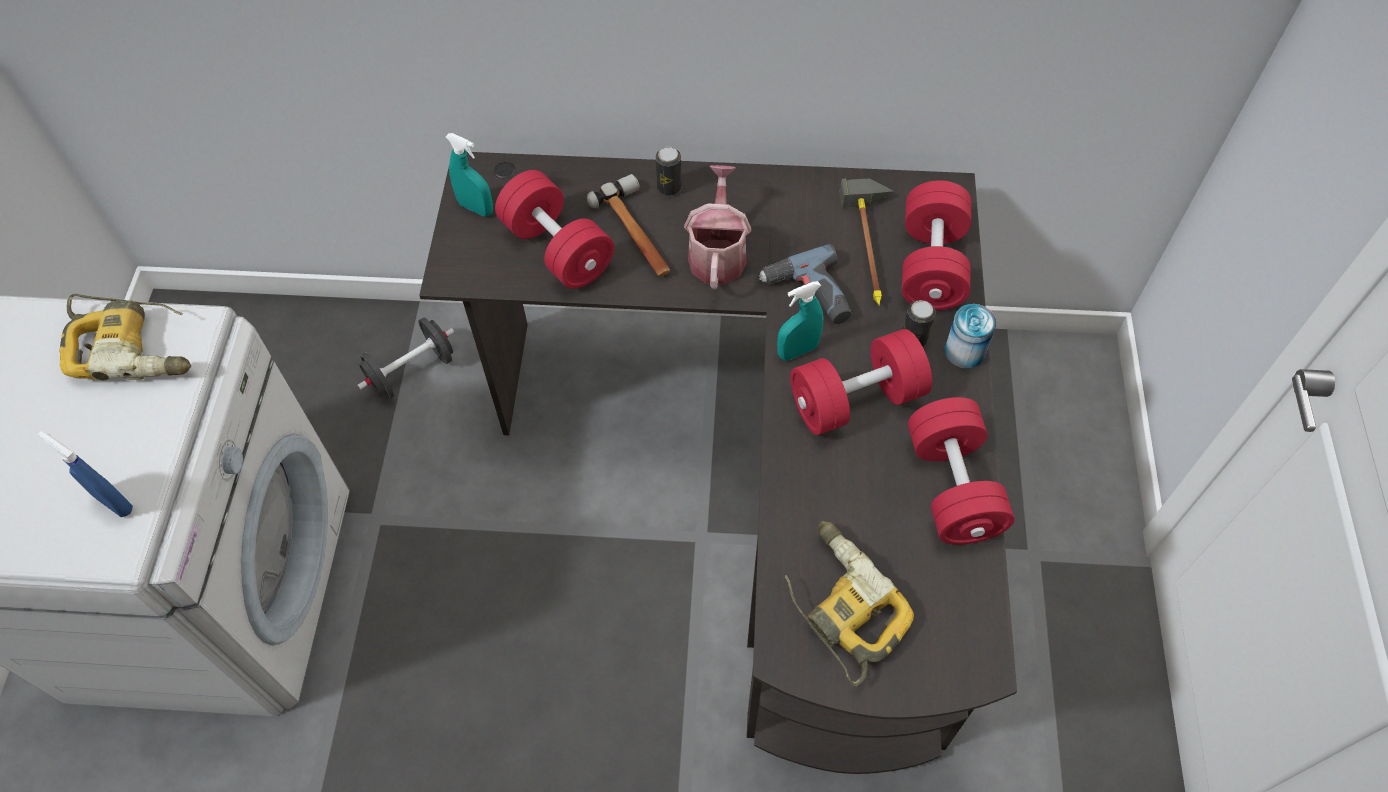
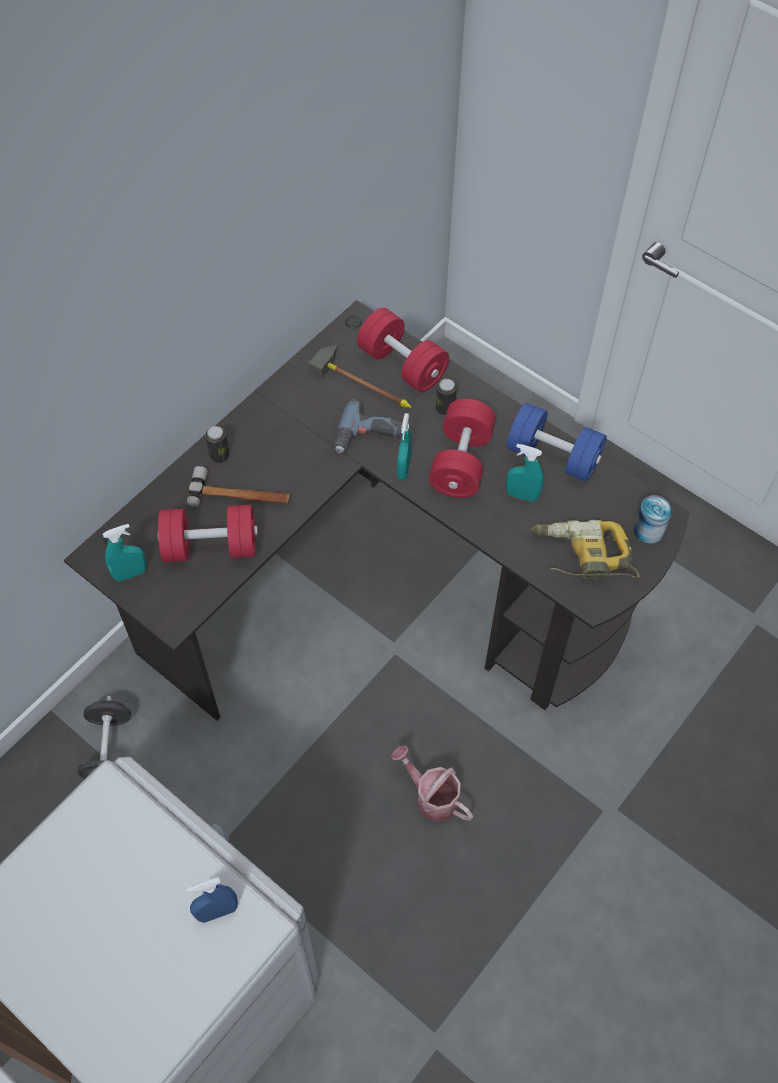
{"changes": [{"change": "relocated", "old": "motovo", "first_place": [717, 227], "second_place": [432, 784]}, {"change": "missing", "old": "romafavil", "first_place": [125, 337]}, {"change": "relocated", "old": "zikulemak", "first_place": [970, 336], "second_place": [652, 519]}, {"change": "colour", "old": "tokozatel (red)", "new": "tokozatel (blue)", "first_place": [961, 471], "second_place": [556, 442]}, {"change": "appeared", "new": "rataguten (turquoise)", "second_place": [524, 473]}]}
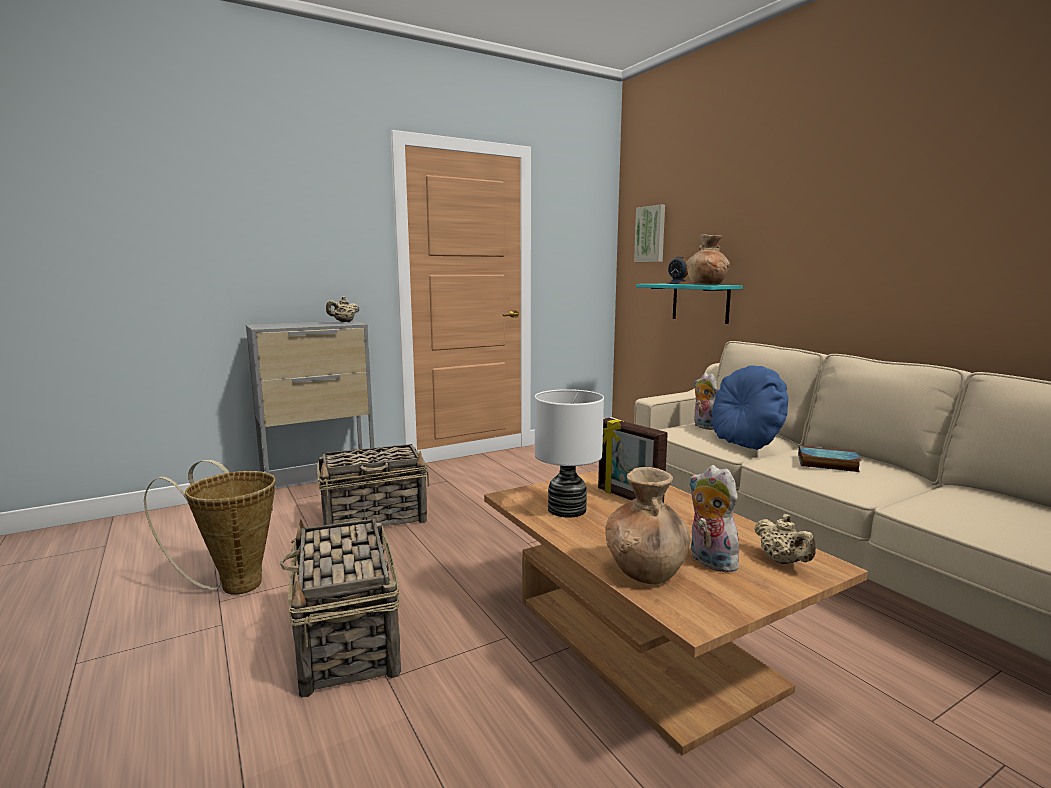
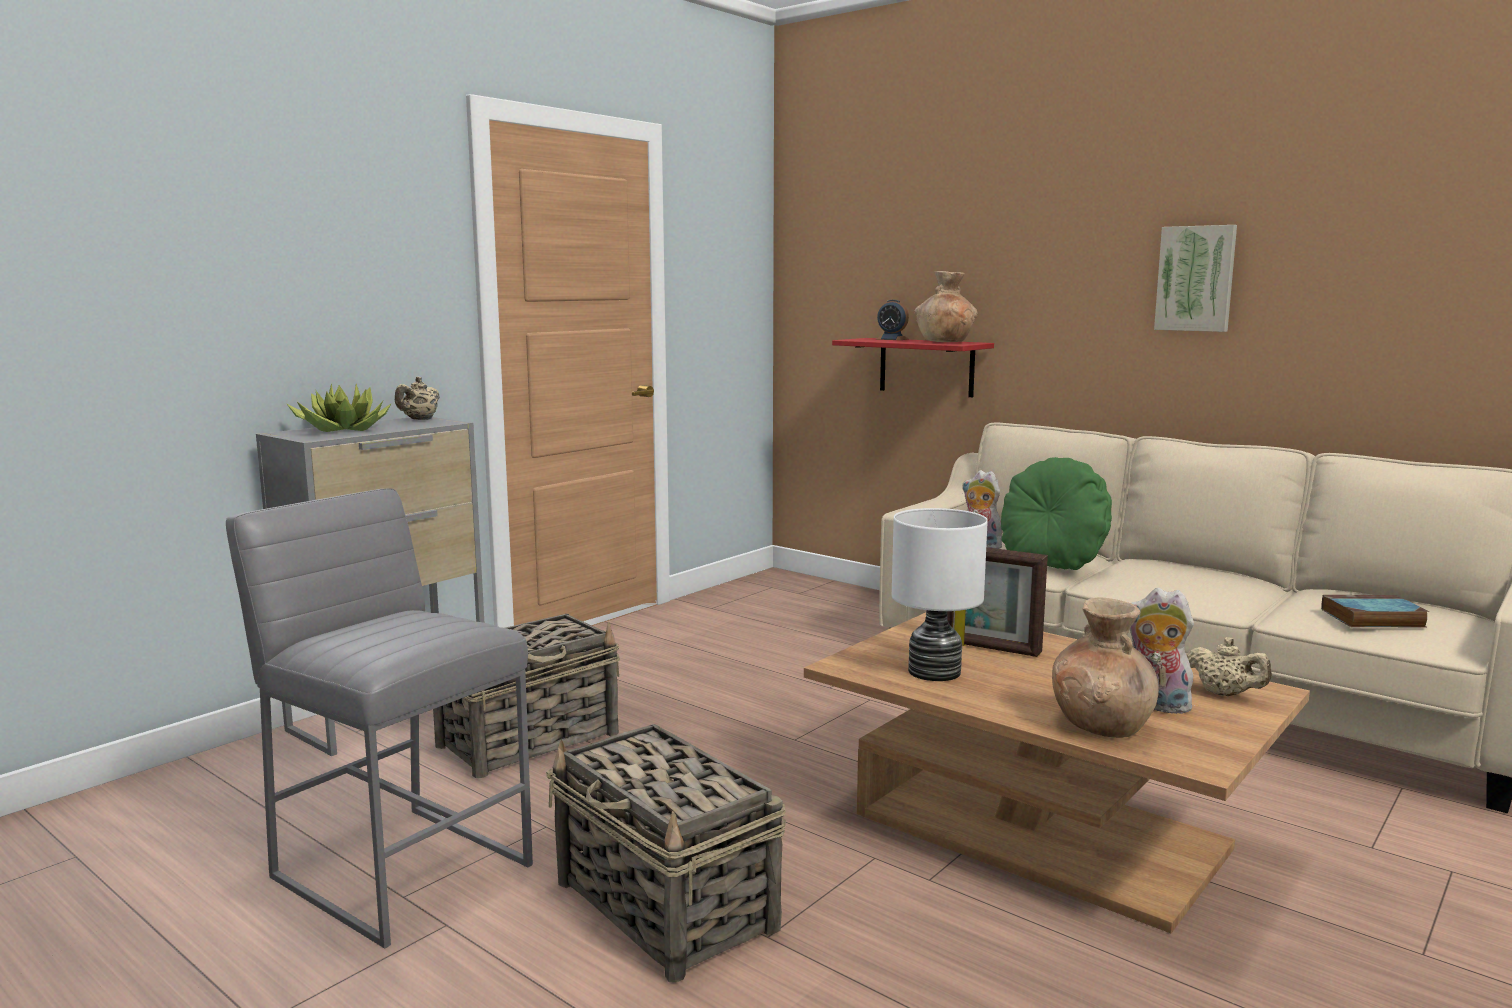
{"changes": [{"change": "relocated", "old": "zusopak", "first_place": [649, 233], "second_place": [1195, 278]}, {"change": "colour", "old": "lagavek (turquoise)", "new": "lagavek (red)", "first_place": [689, 304], "second_place": [913, 367]}, {"change": "colour", "old": "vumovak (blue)", "new": "vumovak (green)", "first_place": [750, 408], "second_place": [1056, 513]}, {"change": "relocated", "old": "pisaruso", "first_place": [829, 458], "second_place": [1375, 611]}, {"change": "exchanged", "old": "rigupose", "new": "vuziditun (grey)", "first_place": [210, 527], "second_place": [379, 718]}, {"change": "appeared", "new": "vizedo", "second_place": [339, 407]}]}
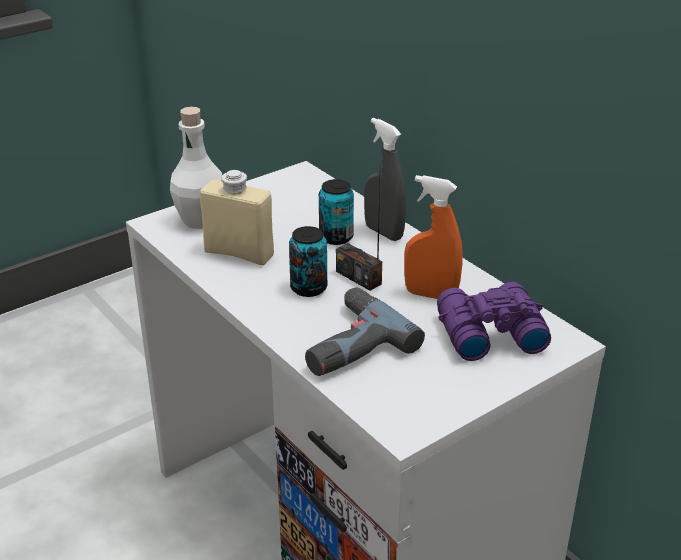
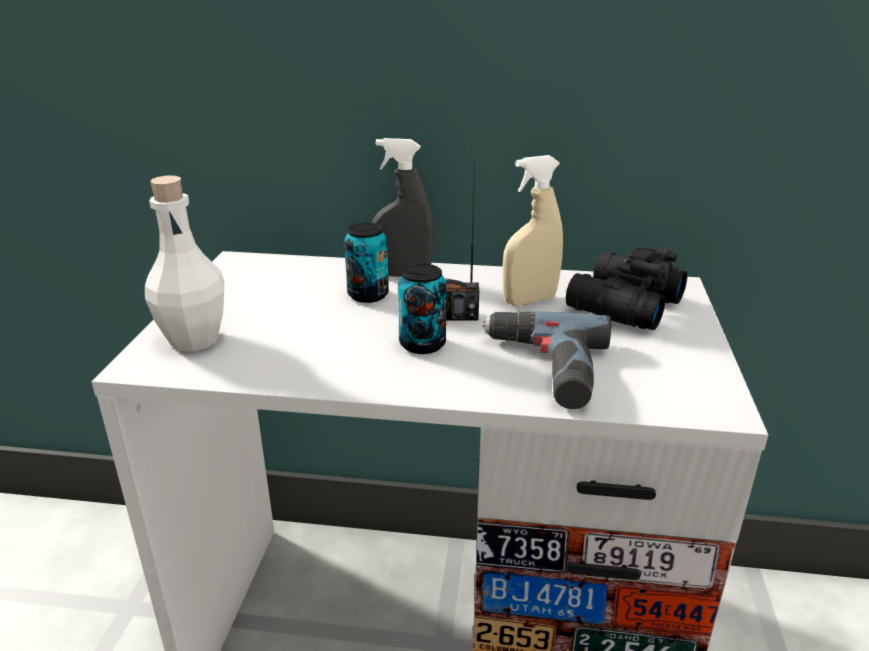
{"changes": [{"change": "missing", "old": "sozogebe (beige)", "first_place": [236, 217]}, {"change": "colour", "old": "rataguten (orange)", "new": "rataguten (beige)", "first_place": [433, 237], "second_place": [532, 230]}, {"change": "colour", "old": "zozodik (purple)", "new": "zozodik (black)", "first_place": [494, 321], "second_place": [627, 288]}]}
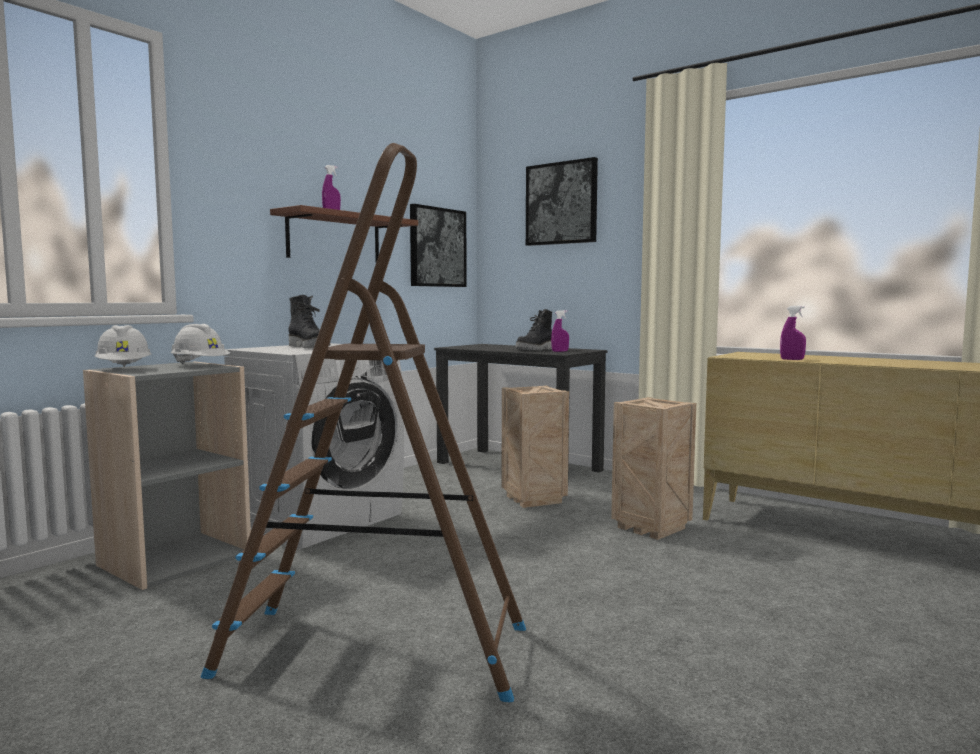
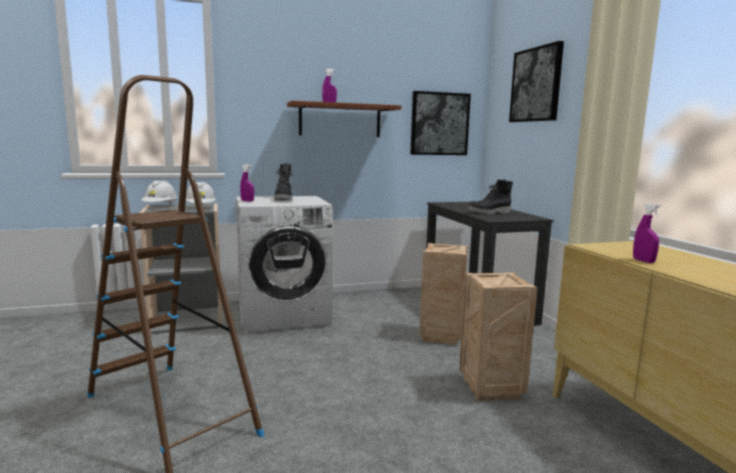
{"changes": [{"change": "relocated", "old": "rataguten (purple)", "first_place": [560, 331], "second_place": [247, 183]}]}
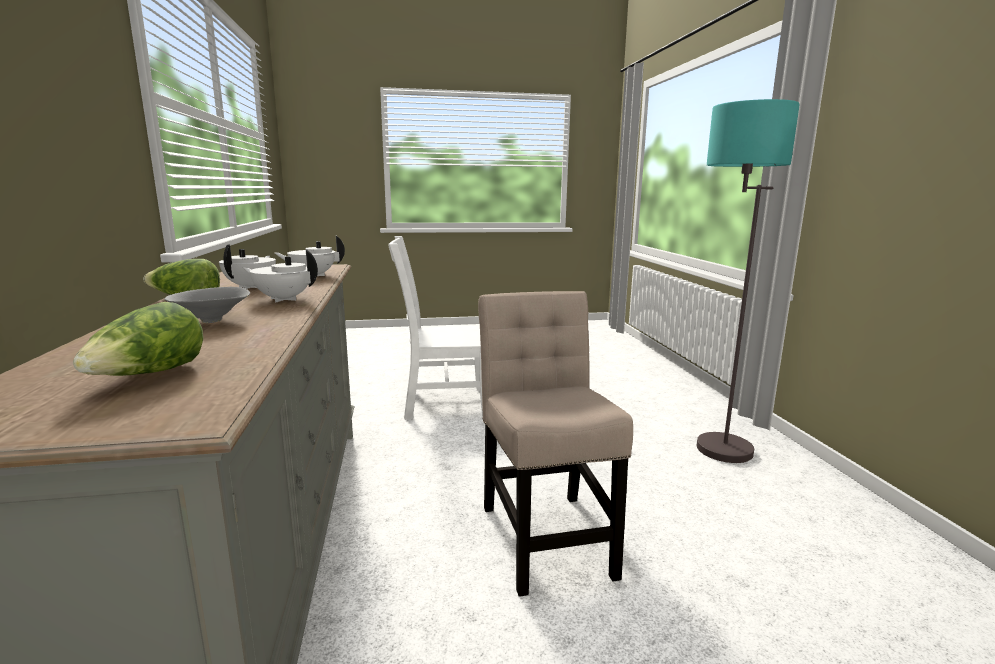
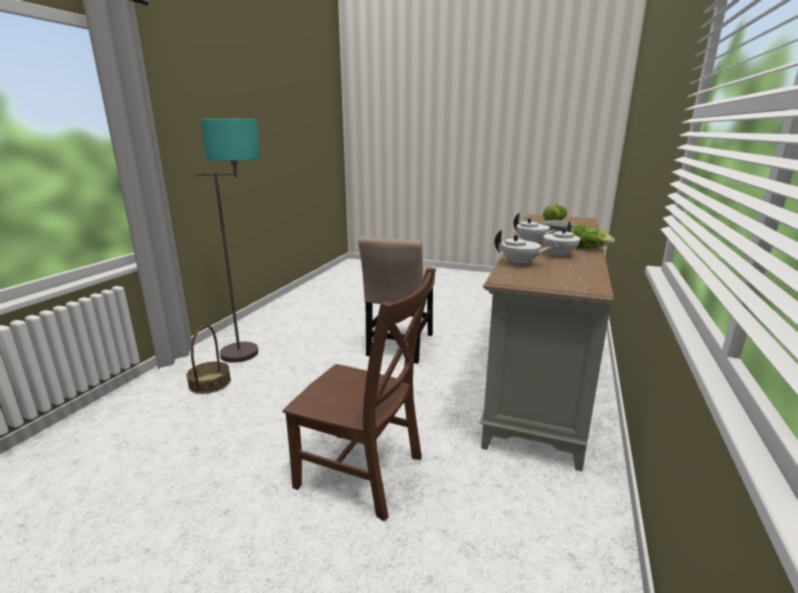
{"changes": [{"change": "colour", "old": "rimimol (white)", "new": "rimimol (brown)", "first_place": [435, 328], "second_place": [359, 394]}, {"change": "appeared", "new": "rigupose", "second_place": [208, 359]}]}
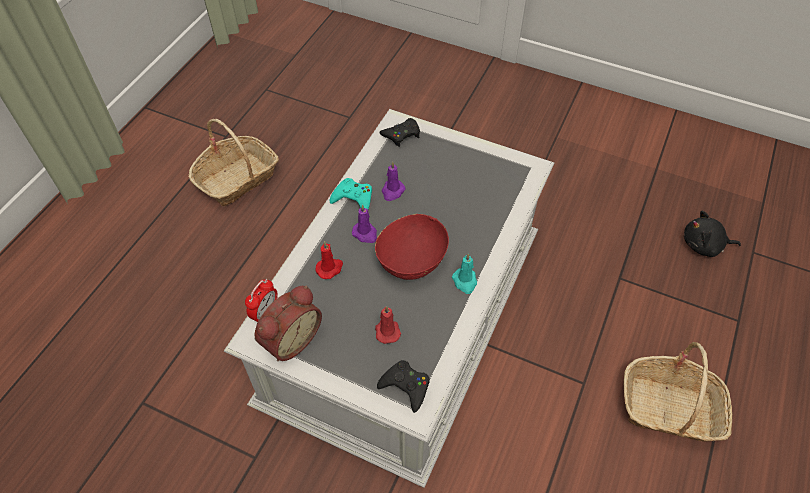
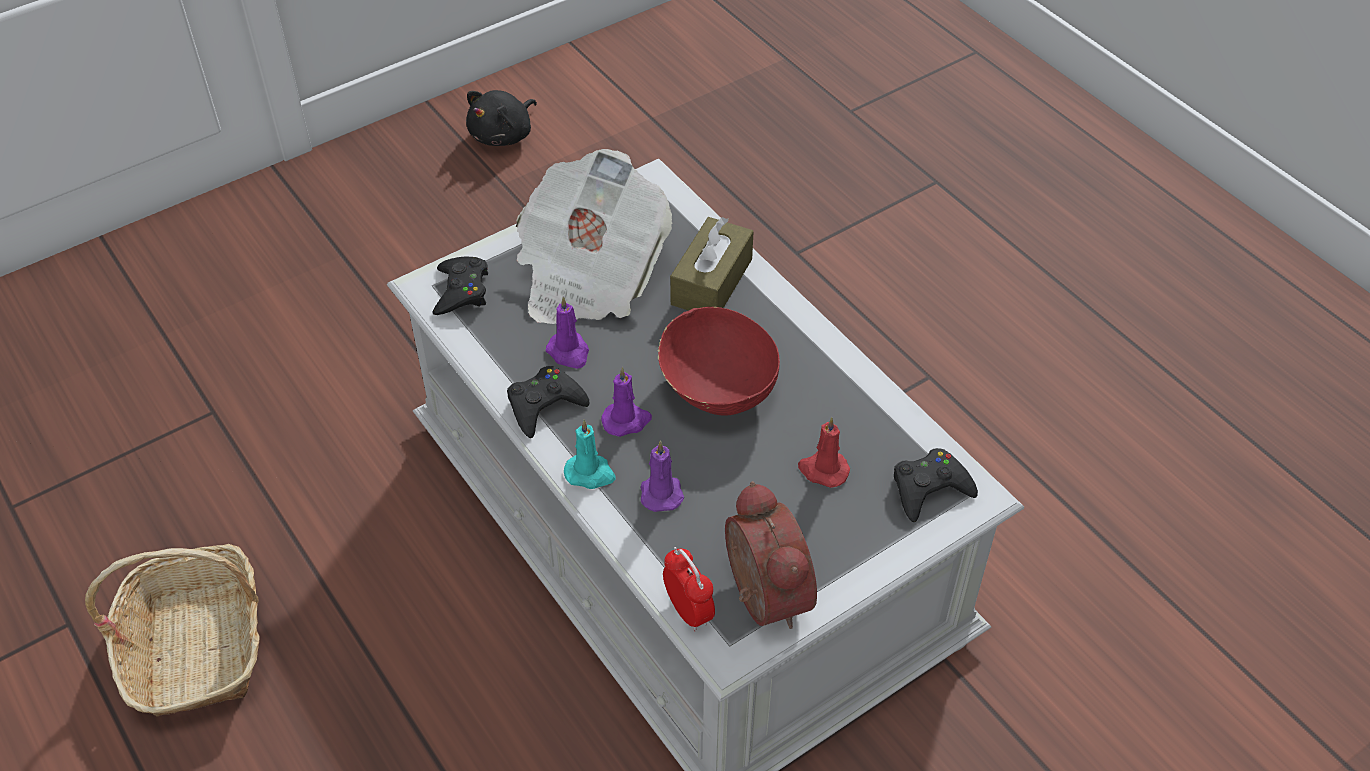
{"changes": [{"change": "colour", "old": "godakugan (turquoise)", "new": "godakugan (black)", "first_place": [351, 193], "second_place": [548, 402]}, {"change": "relocated", "old": "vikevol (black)", "first_place": [712, 233], "second_place": [501, 118]}, {"change": "colour", "old": "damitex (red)", "new": "damitex (purple)", "first_place": [329, 260], "second_place": [662, 476]}, {"change": "relocated", "old": "damitex (turquoise)", "first_place": [464, 273], "second_place": [589, 454]}, {"change": "missing", "old": "rigupose", "first_place": [678, 392]}, {"change": "appeared", "new": "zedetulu", "second_place": [594, 236]}, {"change": "appeared", "new": "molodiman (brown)", "second_place": [712, 264]}]}
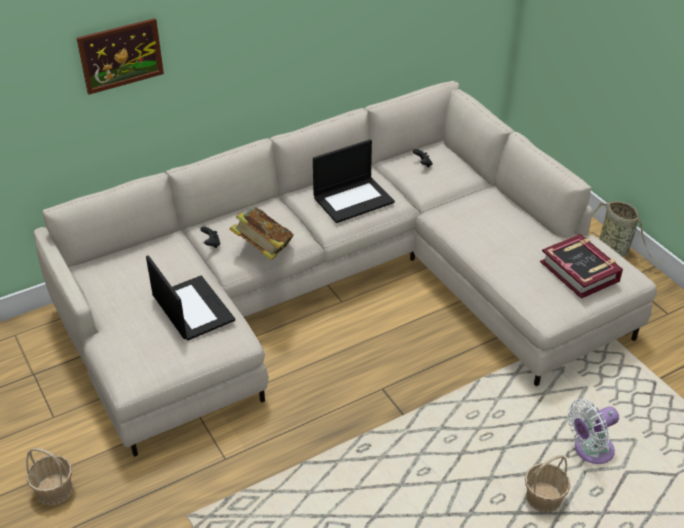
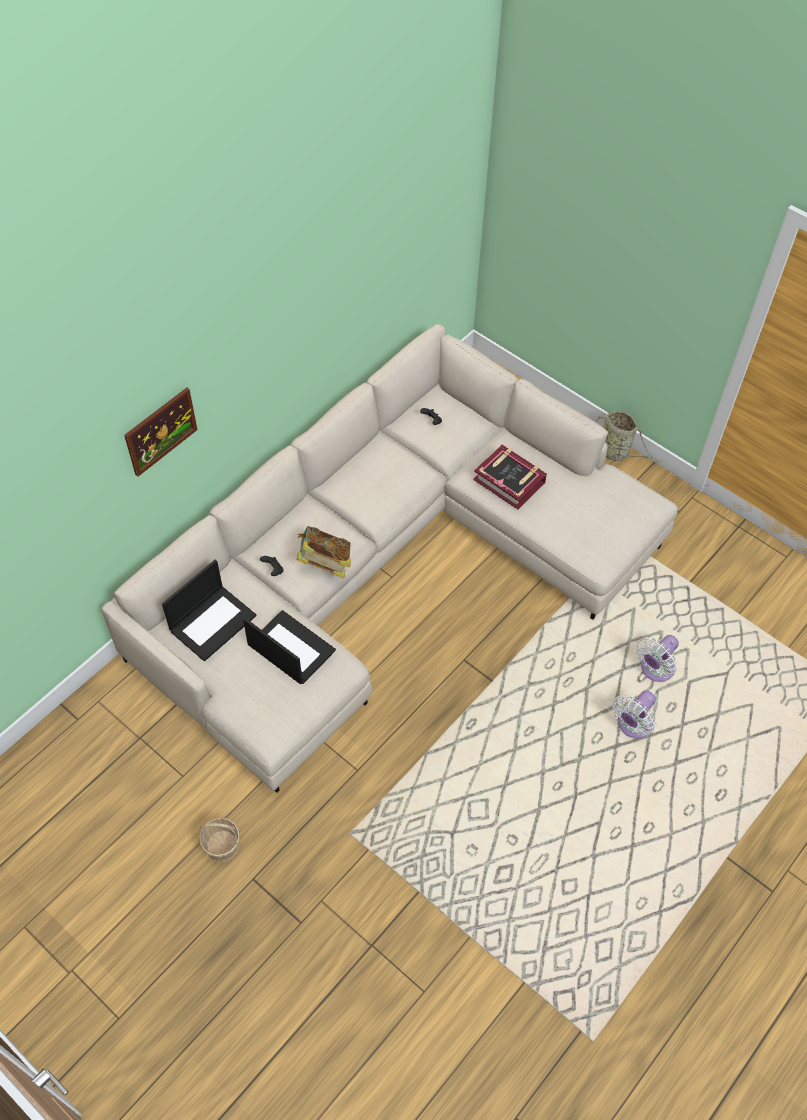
{"changes": [{"change": "relocated", "old": "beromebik", "first_place": [354, 181], "second_place": [209, 610]}, {"change": "relocated", "old": "pisaruso", "first_place": [581, 266], "second_place": [510, 477]}, {"change": "exchanged", "old": "rigupose", "new": "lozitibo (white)", "first_place": [547, 483], "second_place": [634, 714]}]}
